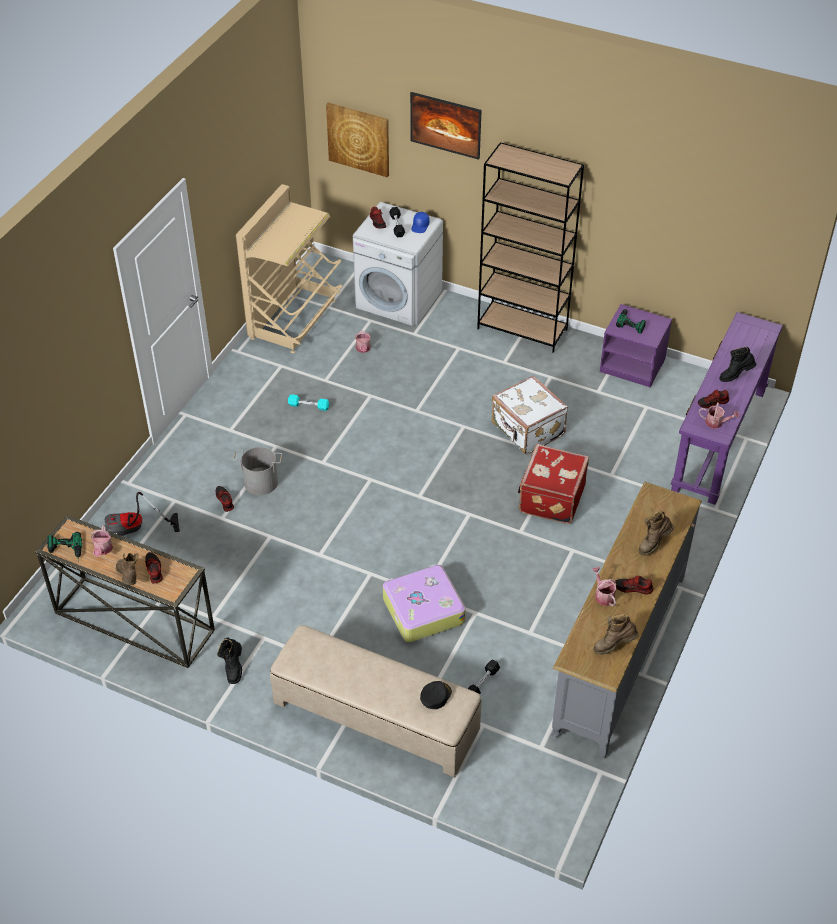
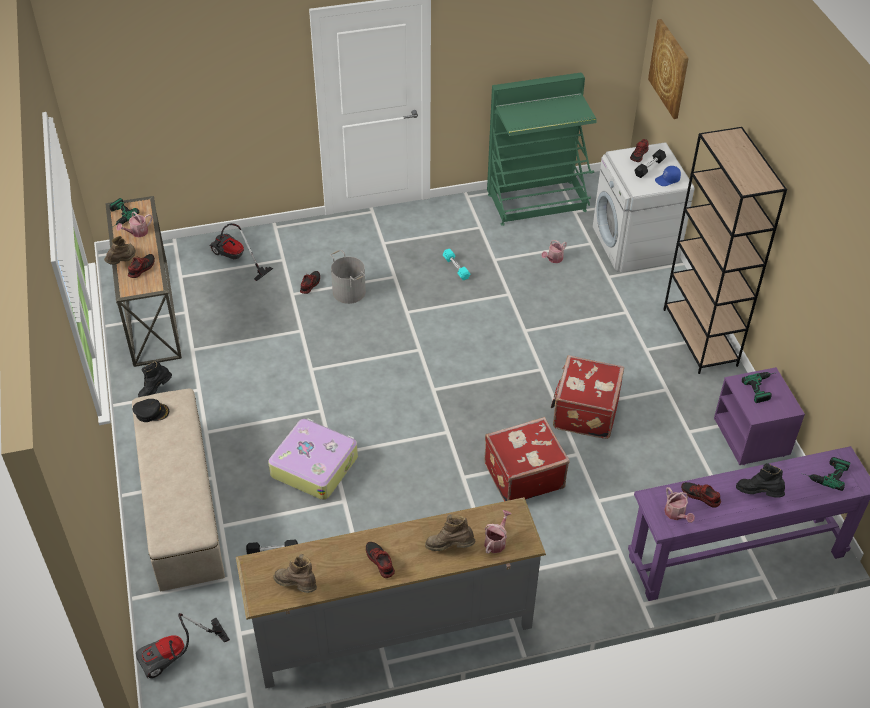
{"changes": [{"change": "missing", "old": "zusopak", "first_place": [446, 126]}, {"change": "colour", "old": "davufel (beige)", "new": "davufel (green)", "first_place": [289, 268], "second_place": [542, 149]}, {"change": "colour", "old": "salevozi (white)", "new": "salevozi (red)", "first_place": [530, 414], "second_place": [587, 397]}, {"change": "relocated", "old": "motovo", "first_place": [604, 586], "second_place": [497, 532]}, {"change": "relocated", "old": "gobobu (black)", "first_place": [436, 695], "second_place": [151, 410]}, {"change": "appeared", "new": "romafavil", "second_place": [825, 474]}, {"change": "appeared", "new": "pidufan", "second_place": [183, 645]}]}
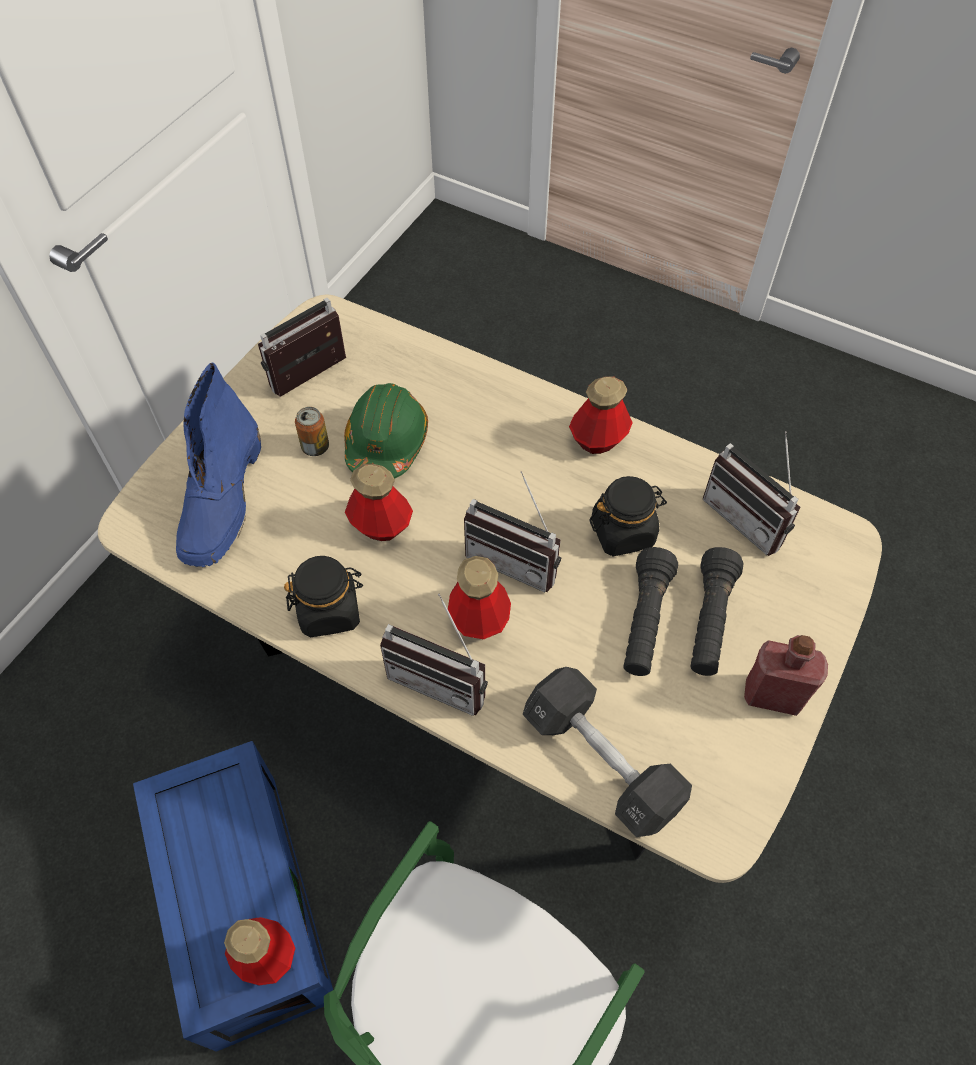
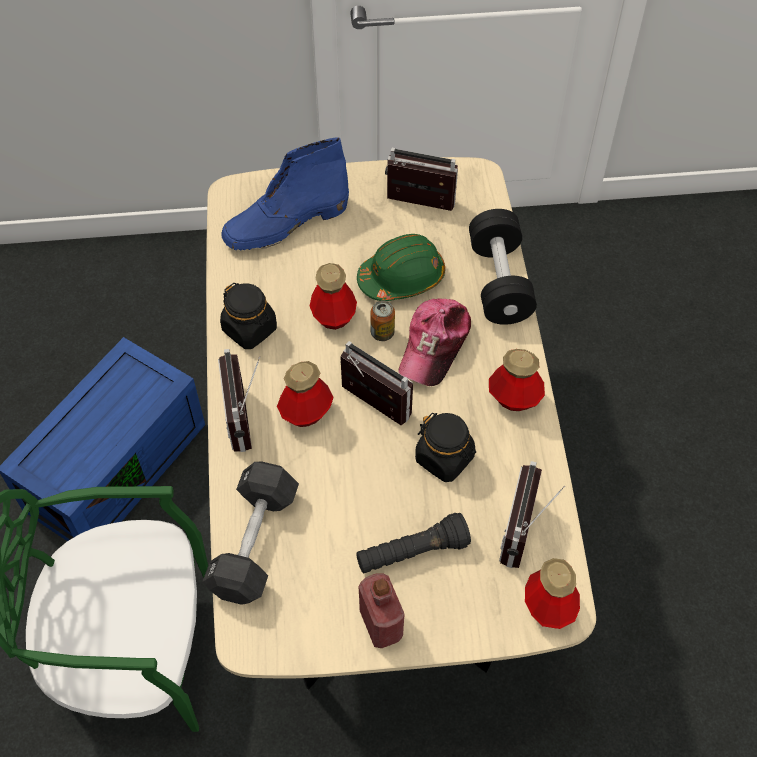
{"changes": [{"change": "relocated", "old": "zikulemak", "first_place": [312, 431], "second_place": [383, 320]}, {"change": "spun", "old": "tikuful", "first_place": [512, 531], "second_place": [376, 383], "degrees": 135}, {"change": "missing", "old": "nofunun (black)", "first_place": [650, 611]}, {"change": "relocated", "old": "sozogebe", "first_place": [259, 951], "second_place": [552, 593]}, {"change": "appeared", "new": "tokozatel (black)", "second_place": [503, 267]}, {"change": "appeared", "new": "gobobu", "second_place": [434, 342]}]}
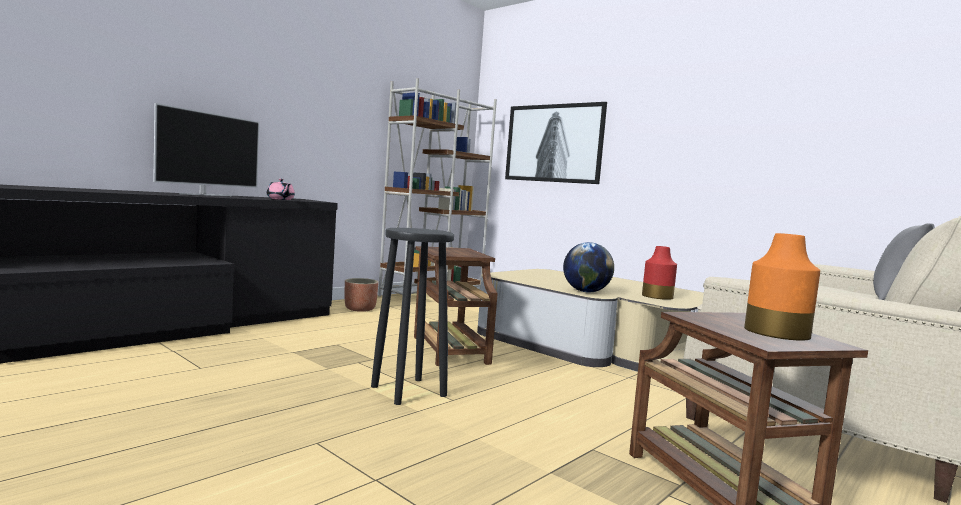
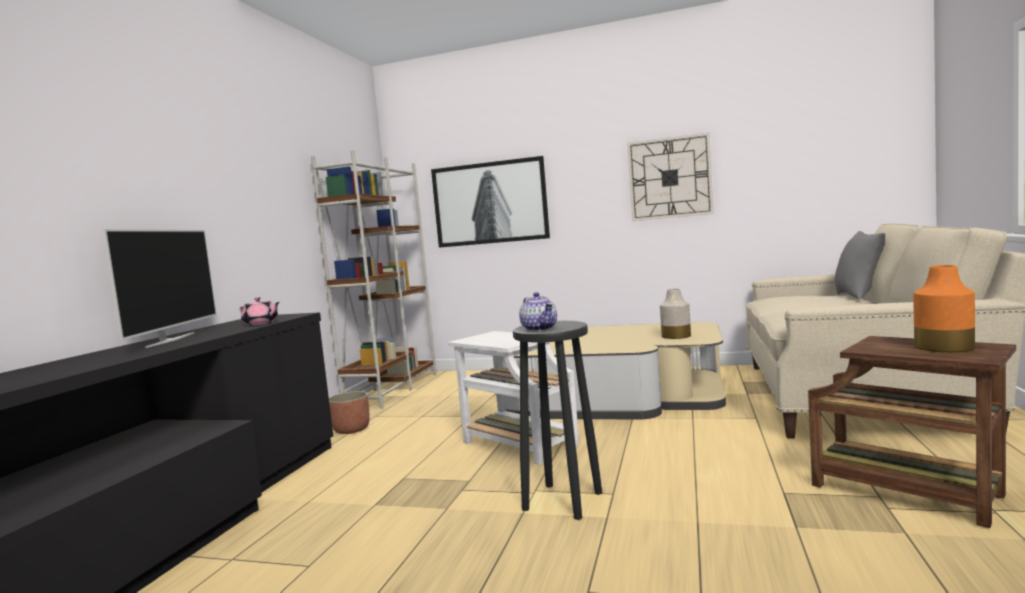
{"changes": [{"change": "missing", "old": "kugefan", "first_place": [588, 267]}, {"change": "colour", "old": "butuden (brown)", "new": "butuden (white)", "first_place": [456, 306], "second_place": [513, 398]}, {"change": "colour", "old": "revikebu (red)", "new": "revikebu (beige)", "first_place": [659, 273], "second_place": [675, 314]}, {"change": "appeared", "new": "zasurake", "second_place": [670, 176]}, {"change": "appeared", "new": "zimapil", "second_place": [538, 311]}]}
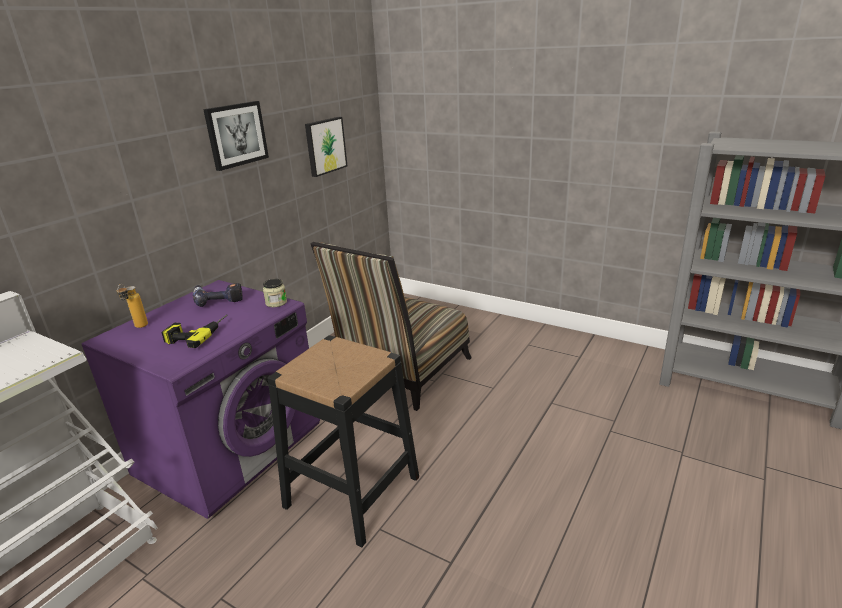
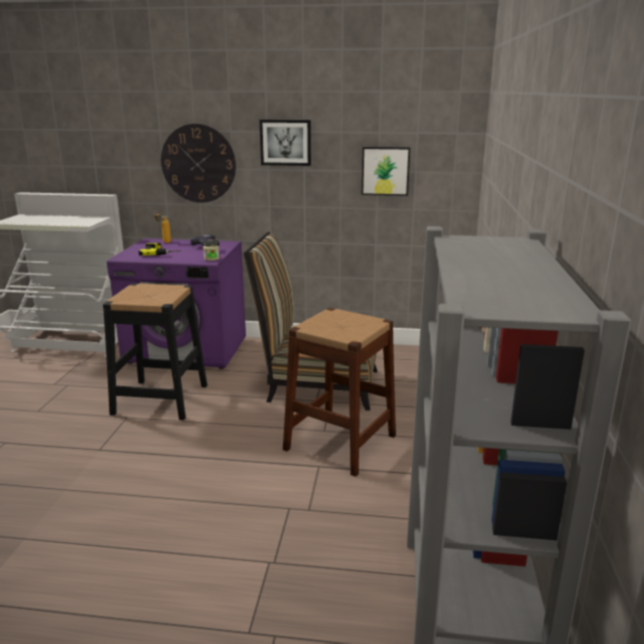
{"changes": [{"change": "appeared", "new": "zasurake", "second_place": [198, 163]}, {"change": "appeared", "new": "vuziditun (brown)", "second_place": [339, 392]}]}
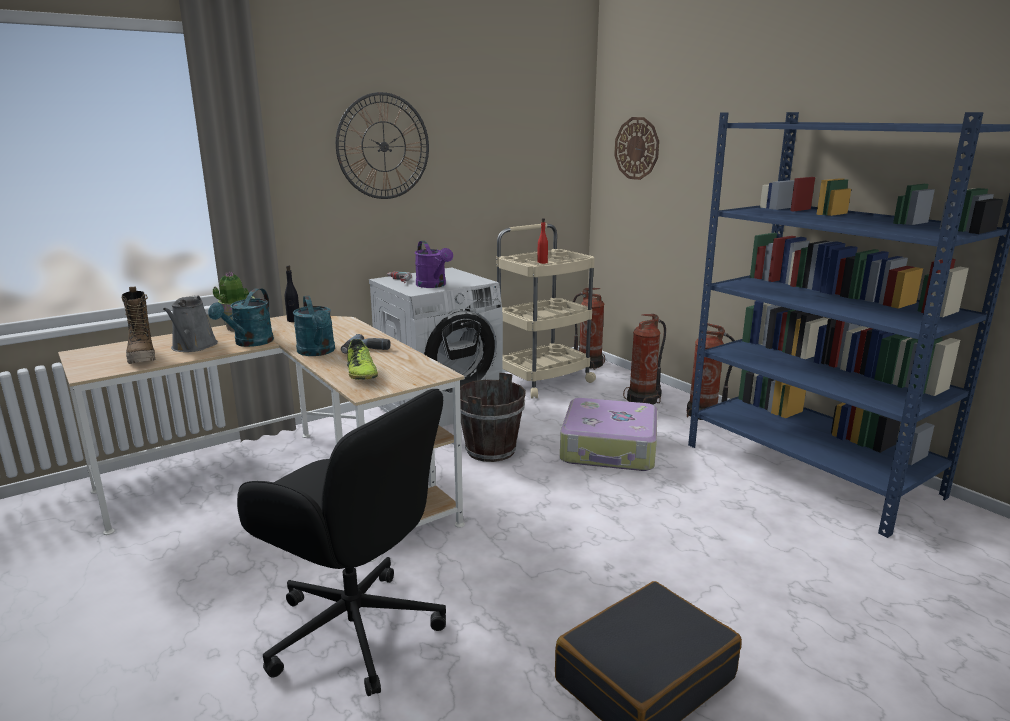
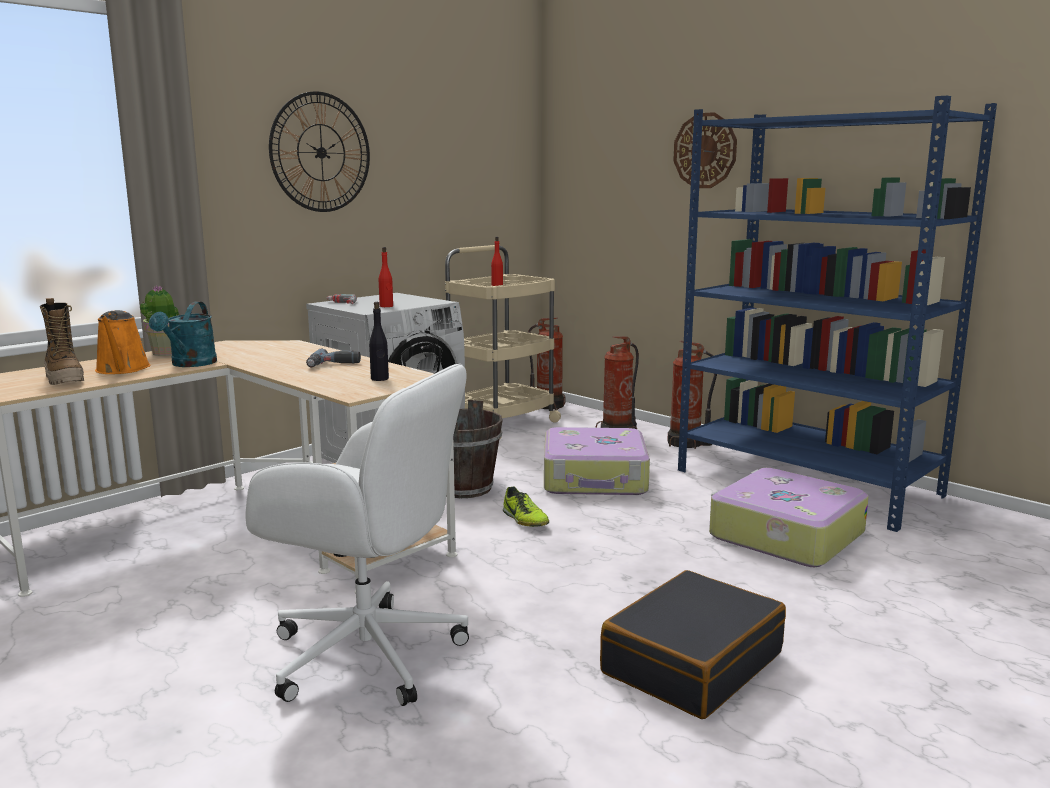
{"changes": [{"change": "relocated", "old": "zasurake", "first_place": [636, 148], "second_place": [705, 150]}, {"change": "exchanged", "old": "motovo (purple)", "new": "sozogebe (red)", "first_place": [434, 264], "second_place": [386, 277]}, {"change": "relocated", "old": "sozogebe (black)", "first_place": [292, 293], "second_place": [379, 341]}, {"change": "colour", "old": "motovo (grey)", "new": "motovo (orange)", "first_place": [190, 324], "second_place": [123, 342]}, {"change": "missing", "old": "motovo (turquoise)", "first_place": [314, 326]}, {"change": "relocated", "old": "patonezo", "first_place": [362, 359], "second_place": [526, 506]}, {"change": "colour", "old": "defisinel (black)", "new": "defisinel (white)", "first_place": [341, 542], "second_place": [357, 535]}, {"change": "appeared", "new": "salevozi", "second_place": [789, 517]}]}
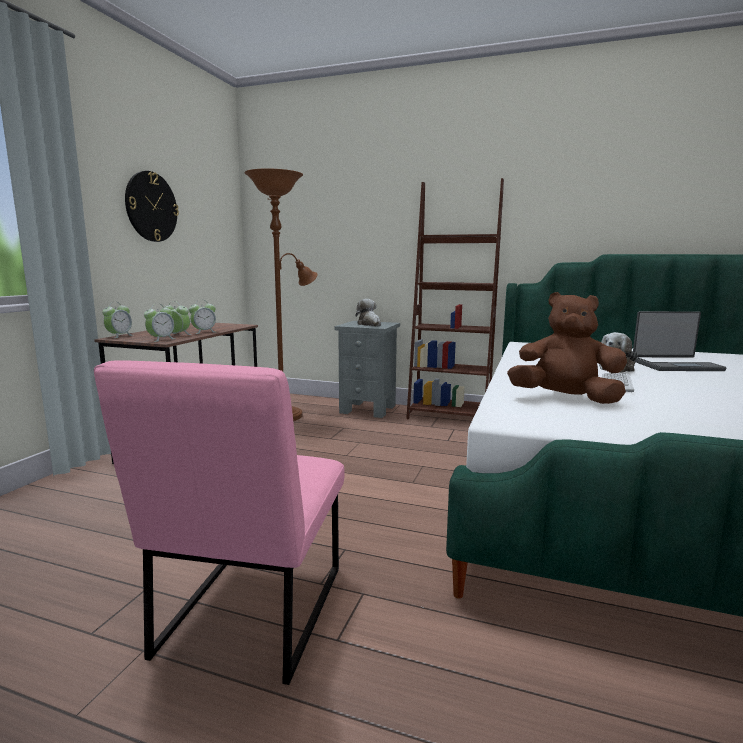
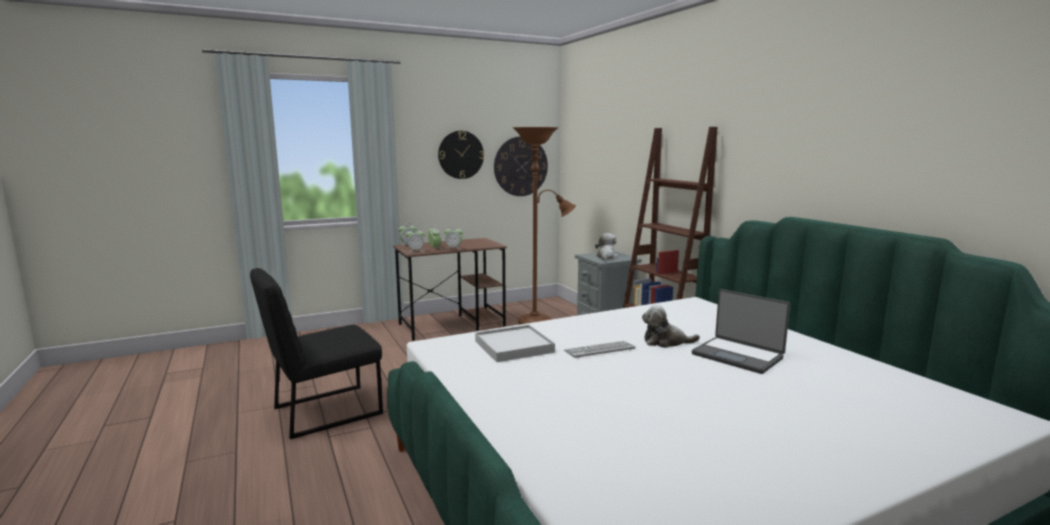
{"changes": [{"change": "exchanged", "old": "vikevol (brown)", "new": "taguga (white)", "first_place": [567, 348], "second_place": [515, 343]}, {"change": "colour", "old": "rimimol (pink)", "new": "rimimol (black)", "first_place": [219, 522], "second_place": [316, 353]}, {"change": "appeared", "new": "zasurake", "second_place": [521, 166]}]}
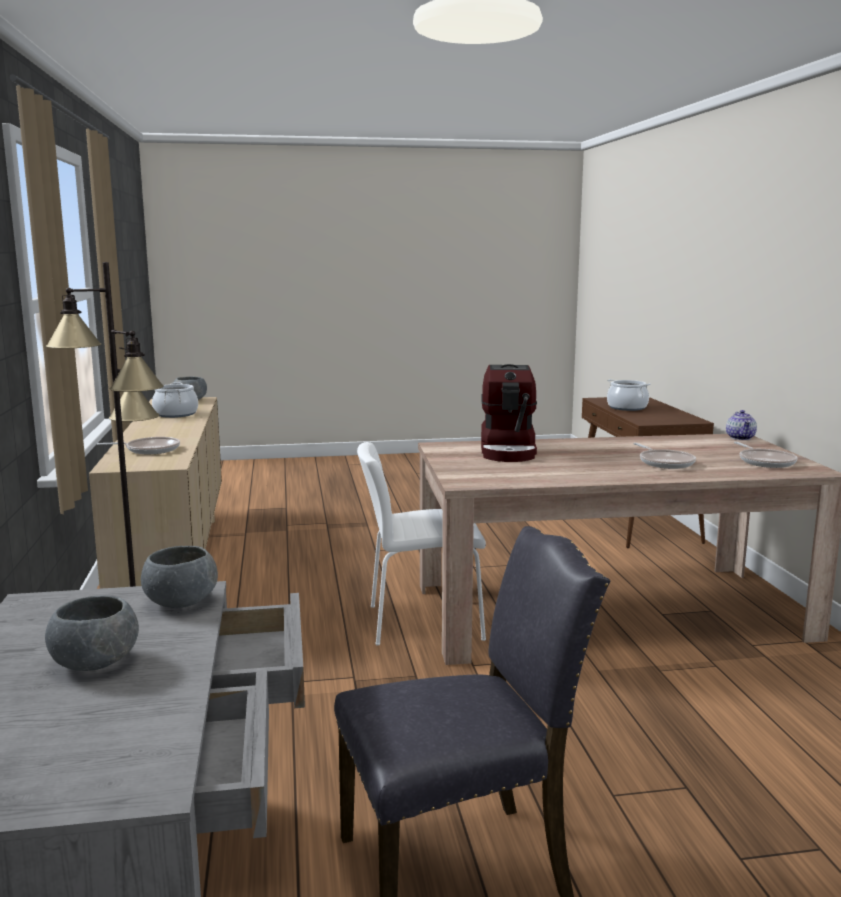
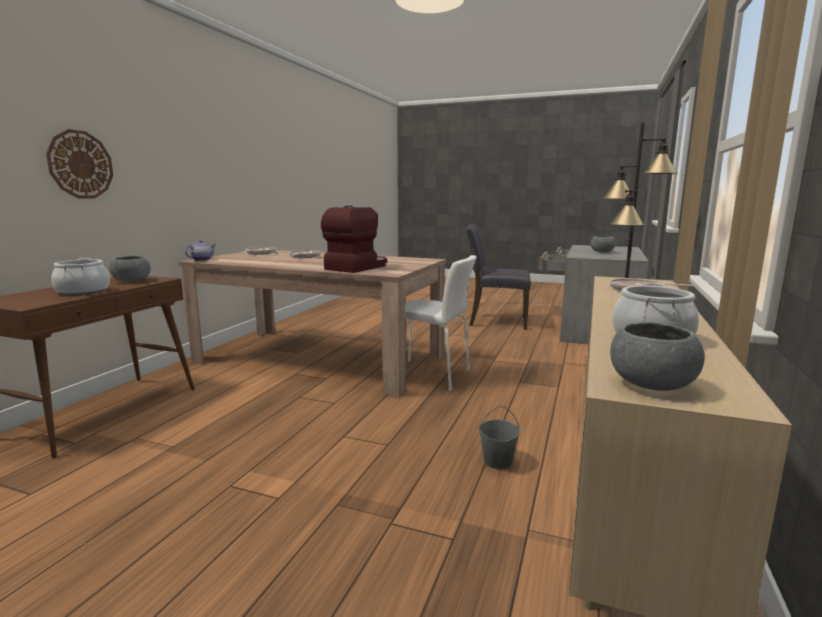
{"changes": [{"change": "relocated", "old": "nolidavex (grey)", "first_place": [179, 577], "second_place": [130, 269]}, {"change": "appeared", "new": "zasurake", "second_place": [79, 164]}, {"change": "appeared", "new": "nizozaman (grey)", "second_place": [499, 438]}]}
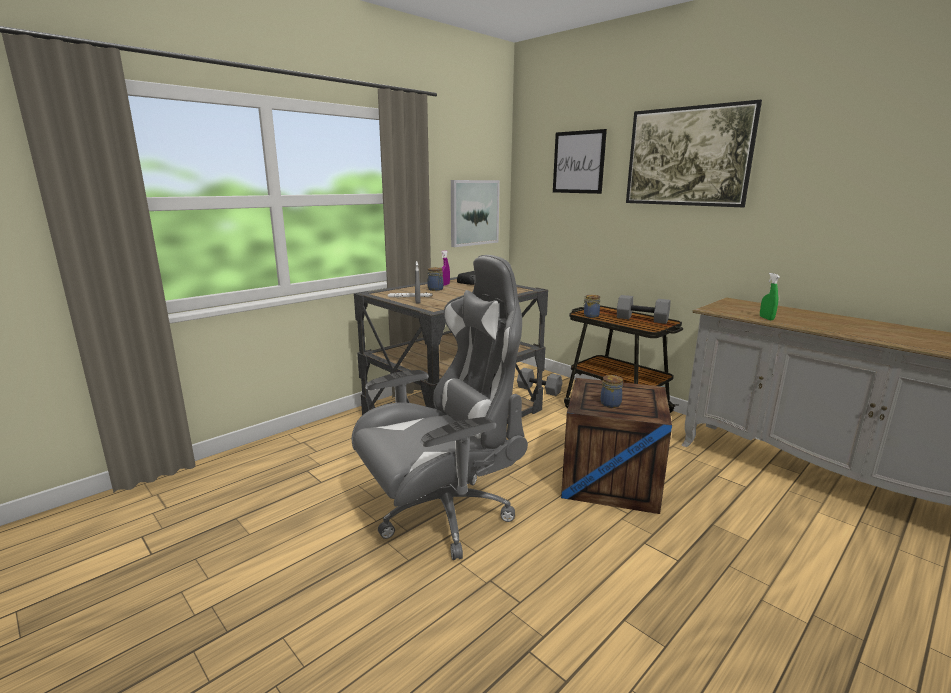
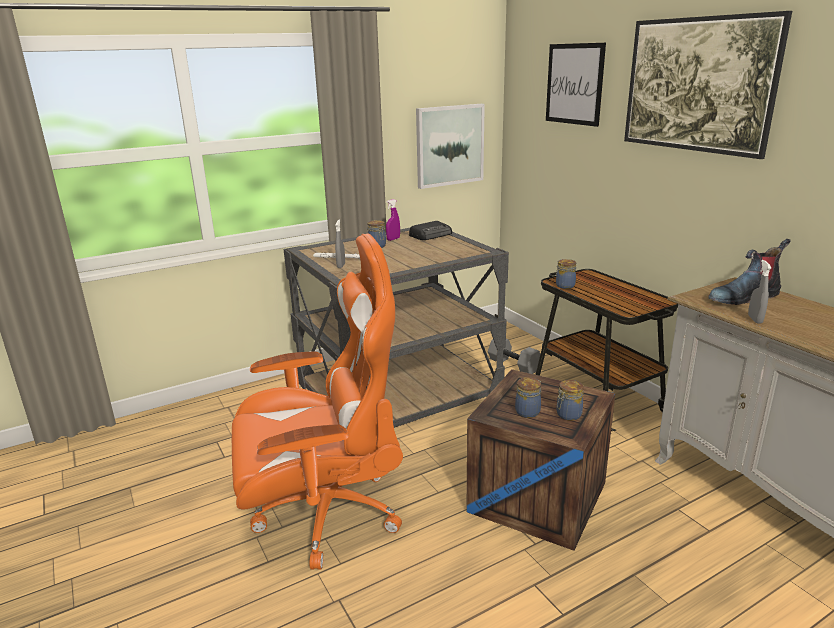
{"changes": [{"change": "colour", "old": "defisinel (grey)", "new": "defisinel (orange)", "first_place": [440, 407], "second_place": [317, 402]}, {"change": "colour", "old": "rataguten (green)", "new": "rataguten (grey)", "first_place": [770, 296], "second_place": [759, 292]}, {"change": "missing", "old": "tokozatel (grey)", "first_place": [644, 309]}, {"change": "appeared", "new": "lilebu", "second_place": [749, 272]}, {"change": "appeared", "new": "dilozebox", "second_place": [570, 400]}]}
